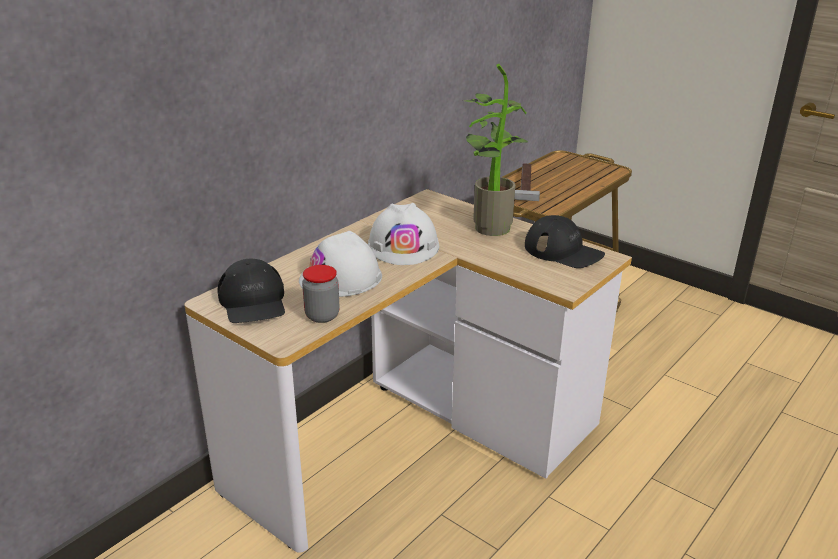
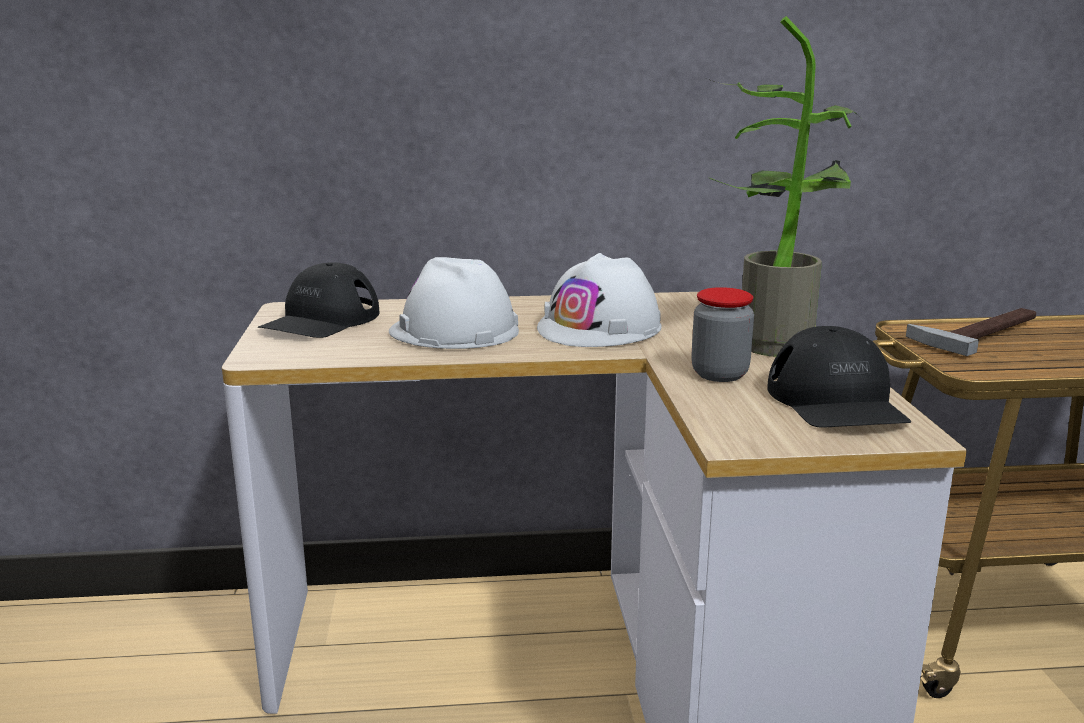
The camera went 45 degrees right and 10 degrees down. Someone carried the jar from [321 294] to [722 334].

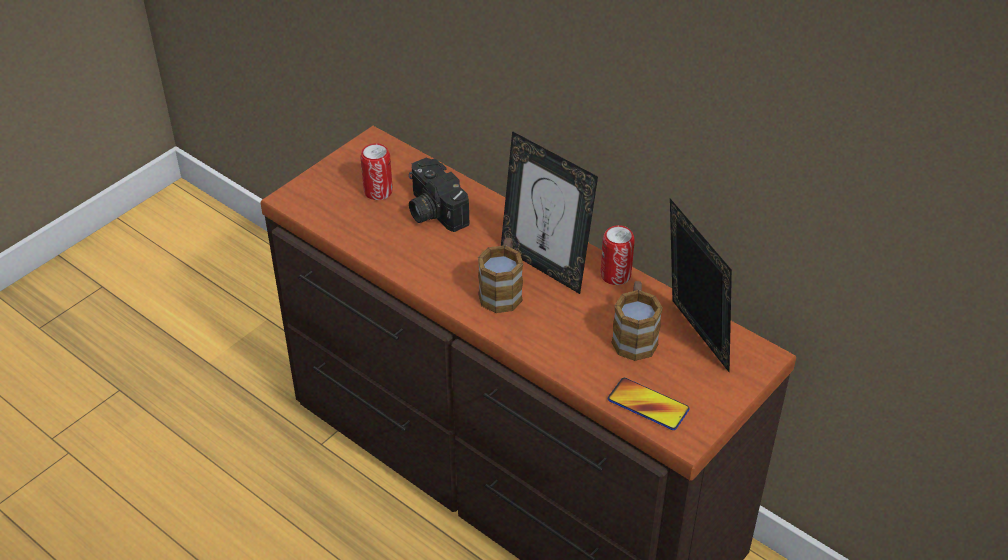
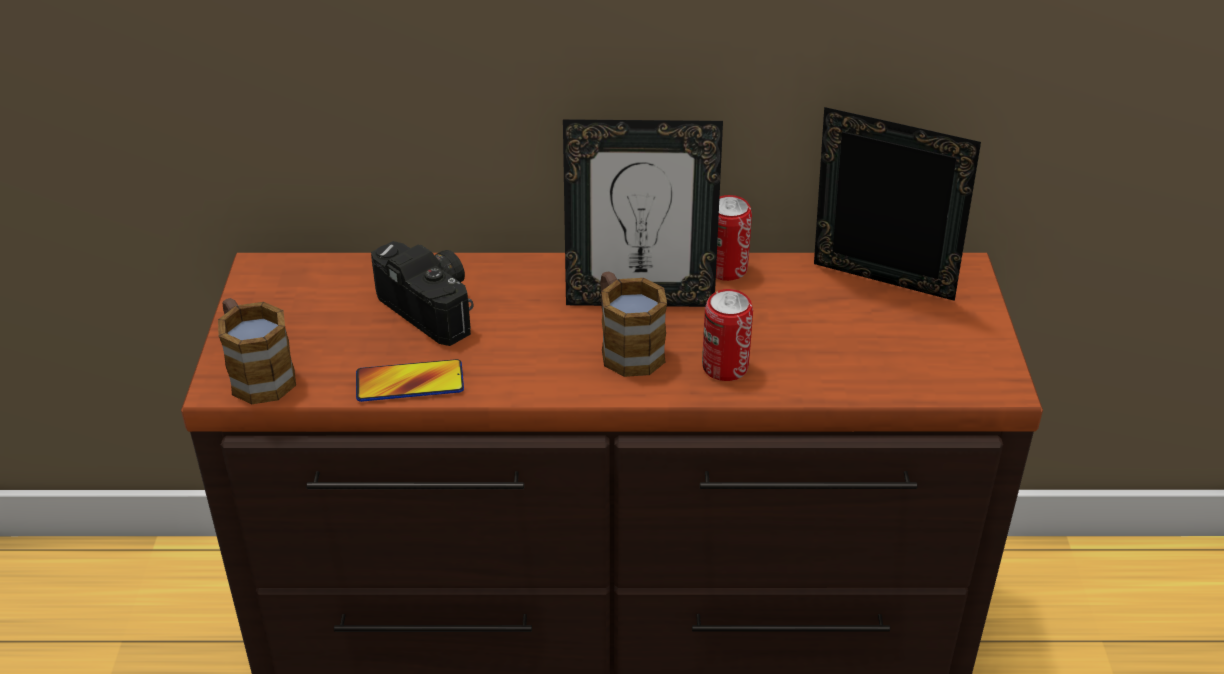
The camera went 40 degrees left and 5 degrees down. Someone carried the can from [376 171] to [727 335]. Someone carried the phone from [649 404] to [410 380]. Someone carried the mug from [637 321] to [257 351]. Someone rotated the photo camera at [439 195] by 150 degrees counterclockwise.

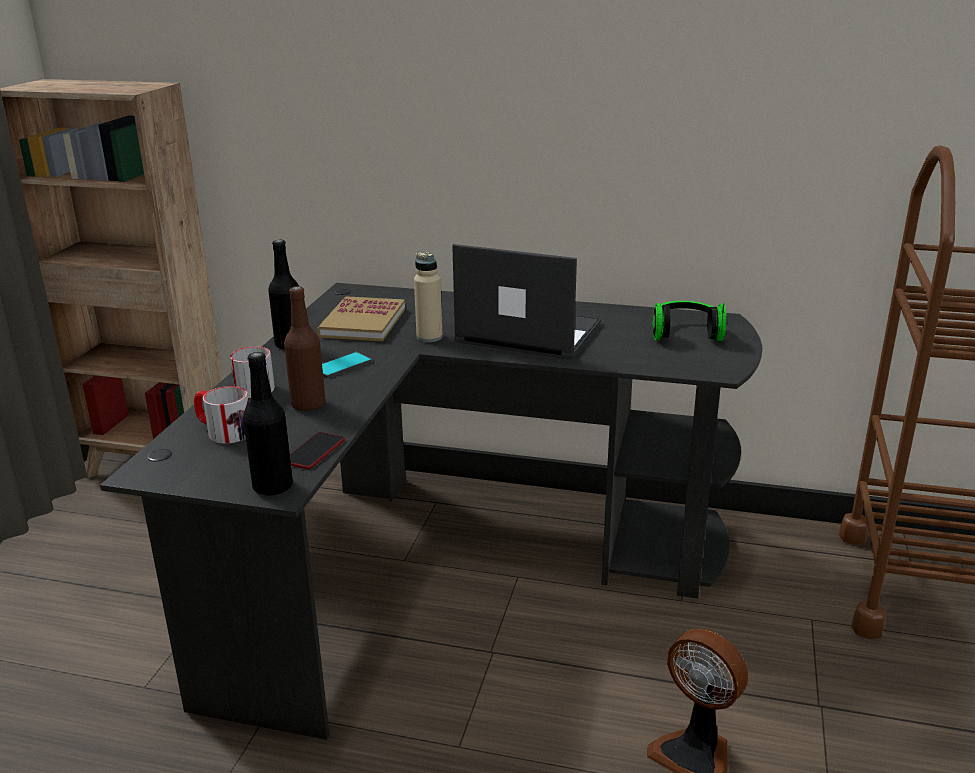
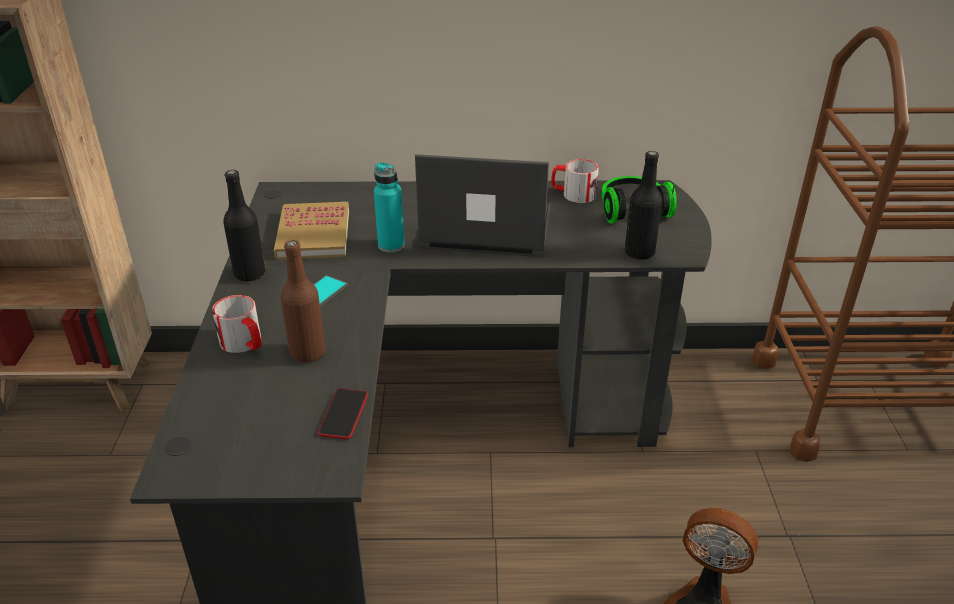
The camera went 15 degrees left and 10 degrees up. Someone carried the mug from [221 415] to [575 181]. Someone carried the black bottle from [268 424] to [643 205]. Someone repainted the beige bottle at [428 296], which became the turquoise bottle at [389 207].

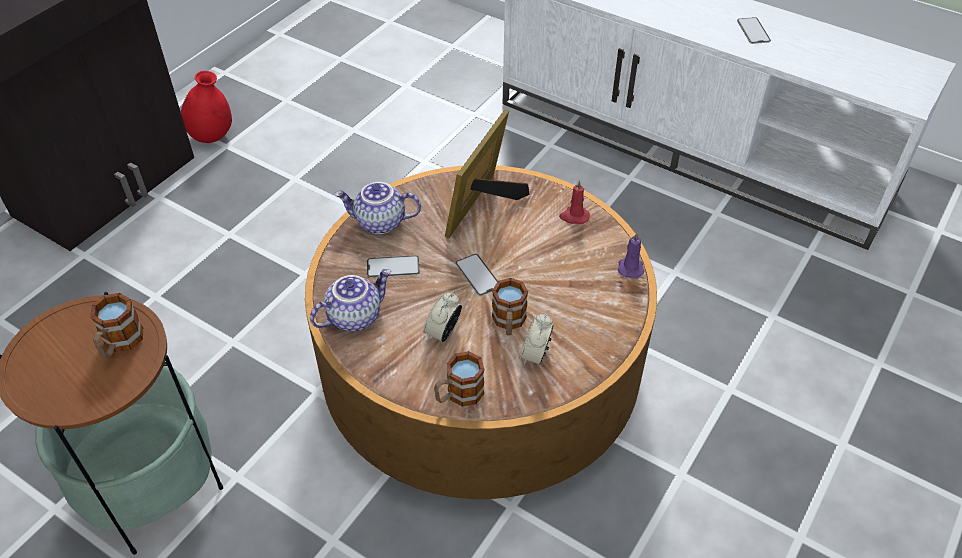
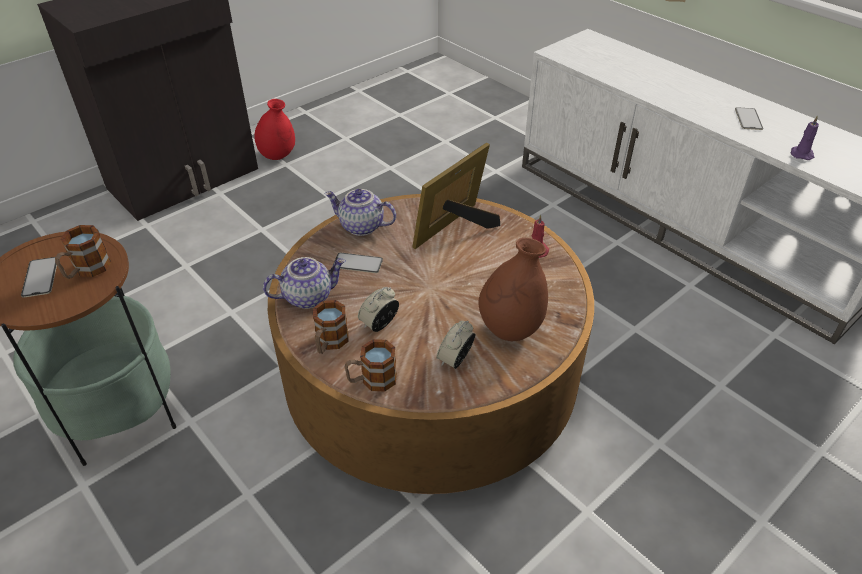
The camera went 15 degrees right and 5 degrees down. Someone put down the brown vase at [513 290]. Someone carried the phone from [476 275] to [39 277]. Someone carried the mug from [510 306] to [330 327]. Someone carried the purple candle from [631 255] to [805 138].

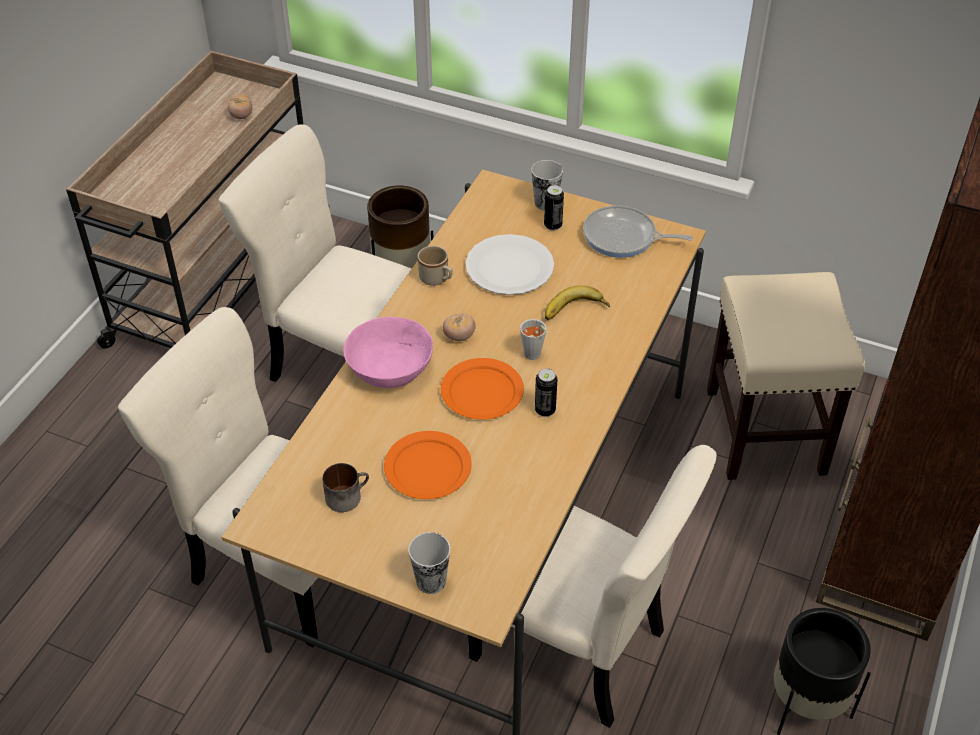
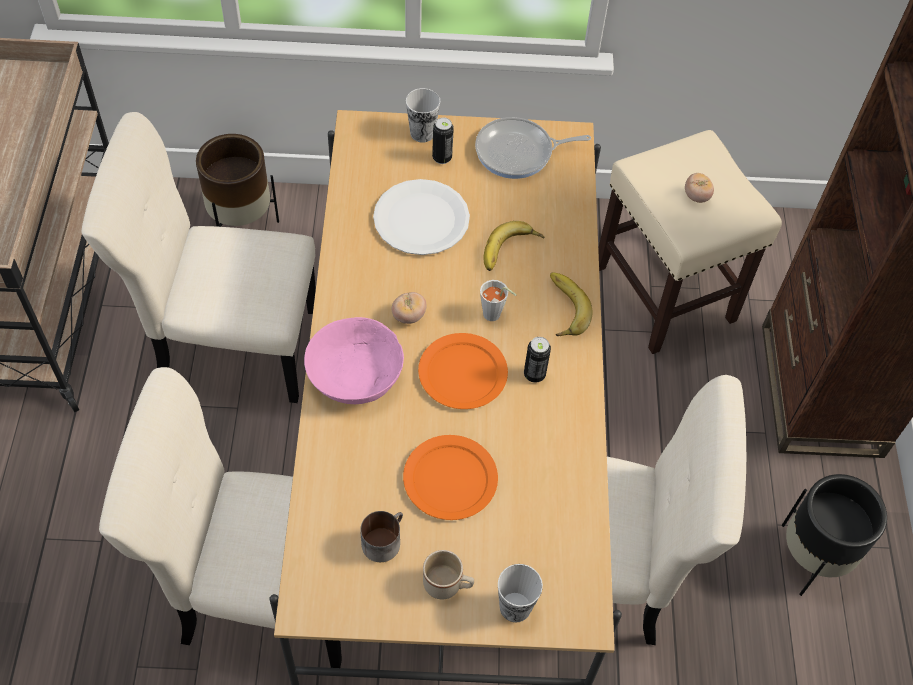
The camera went 25 degrees left and 10 degrees up. Someone put down the banana at [571 304]. Someone carried the tomato from [240 106] to [699 188]. Someone carried the beige mug from [435 266] to [448 575].

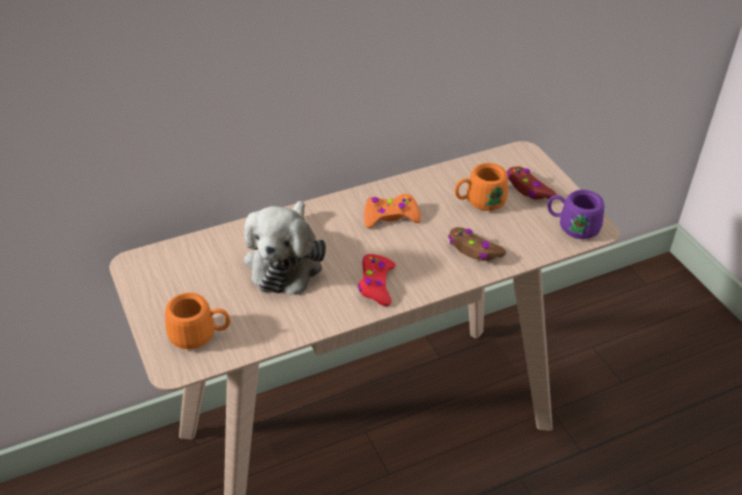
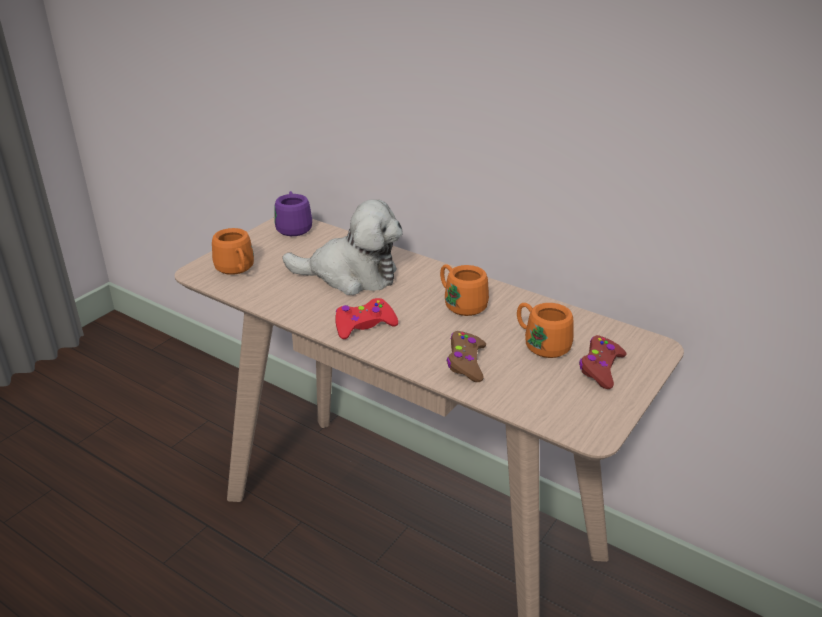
The camera went 60 degrees right and 10 degrees down. Someone carried the purple mug from [575 214] to [293 213]. Someone swapped the orange game controller at [392 211] for the orange mug at [464 290]. Someone rotated the plush toy at [285 248] by 150 degrees counterclockwise.

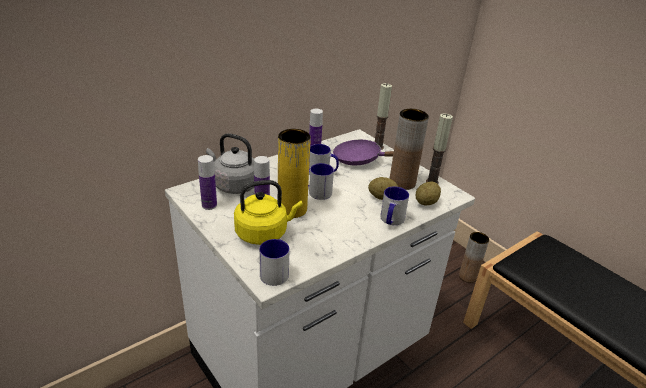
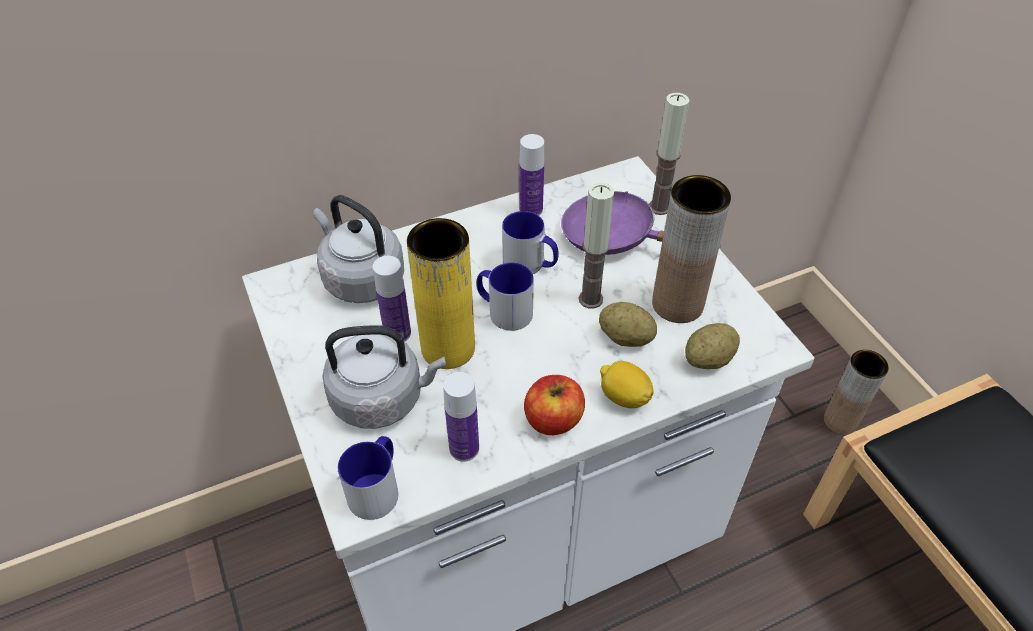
The camera went 15 degrees right and 15 degrees up. Someone put down the apple at [554 405]. Someone carried the bottle from [207 182] to [461 417]. Someone carried the candle from [439 148] to [596 246]. Someone swapped the mug at [394 206] for the lemon at [627 384]. Someone repainted the yellow kettle at [268 212], which became the grey kettle at [384 377].

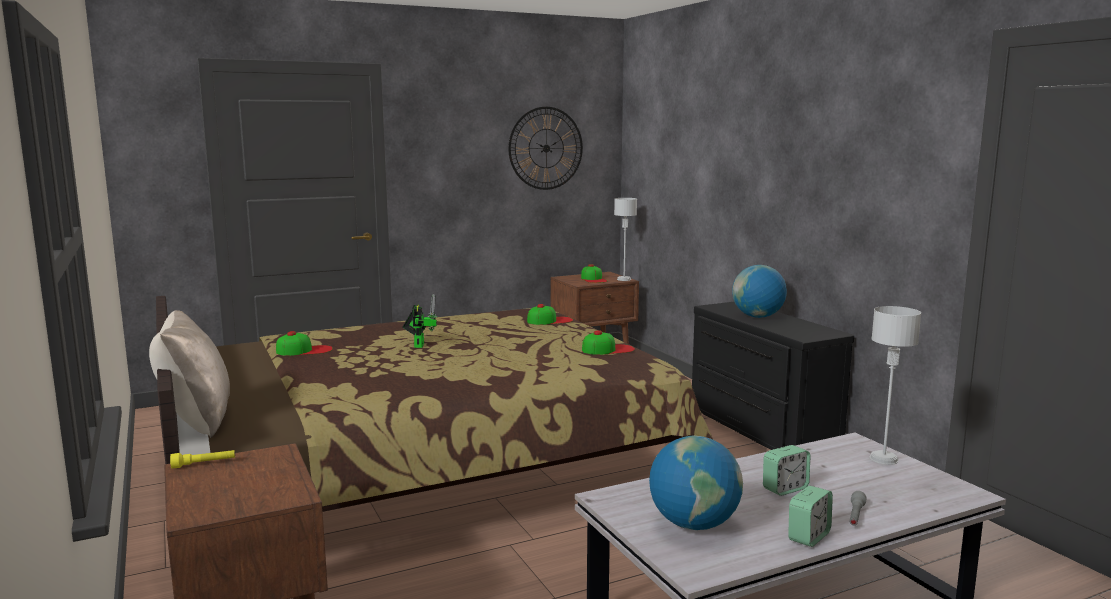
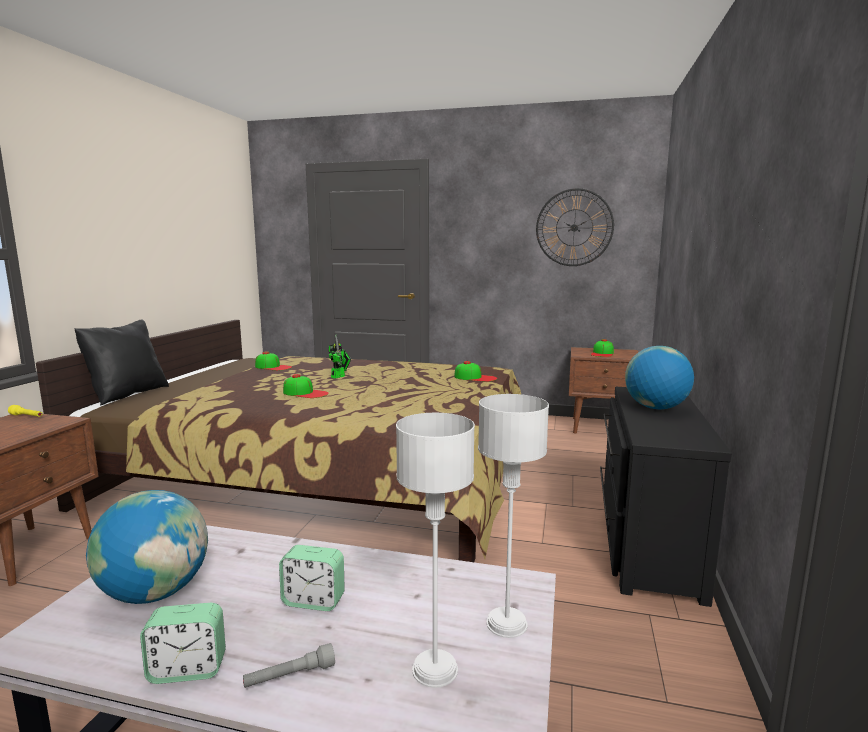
The camera went 40 degrees right and 0 degrees up. Someone carried the cap from [608 342] to [306 386]. Someone carried the grey table lamp from [625 239] to [435 550]. Someone repainted the beige pillow at [189 374], which became the black pillow at [121 363].

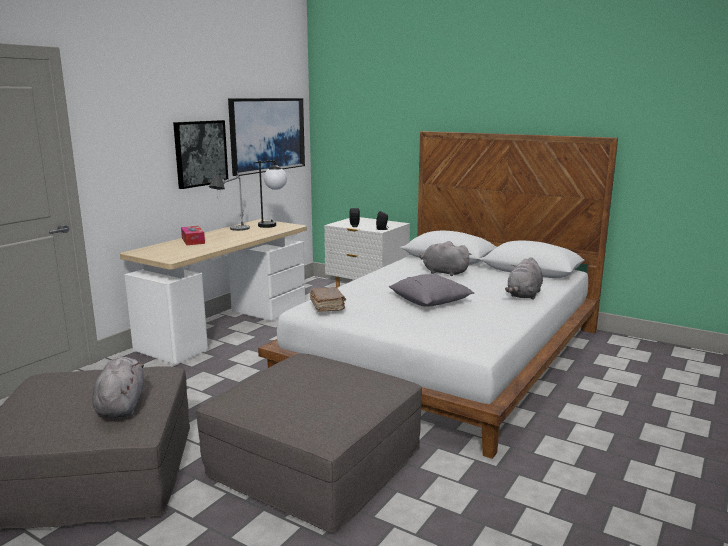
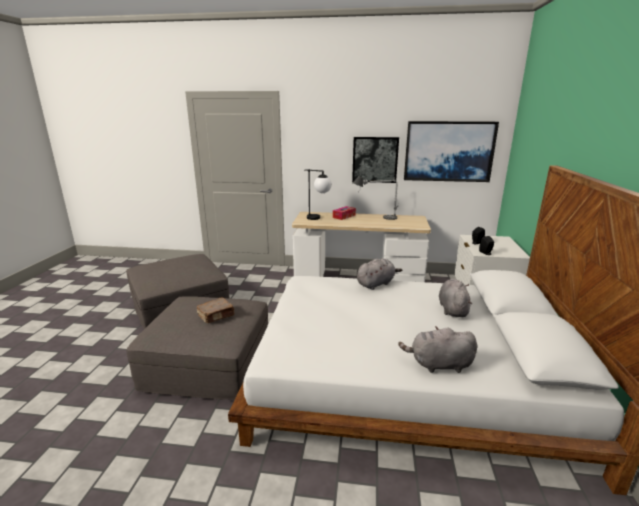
The camera went 65 degrees right and 5 degrees up. Someone took away the grey pillow at [431 290]. Someone carried the grey plush toy from [118 387] to [380 274]. Someone carried the table lamp from [270 194] to [318 194]. Someone carried the brown book from [328 299] to [215 310].

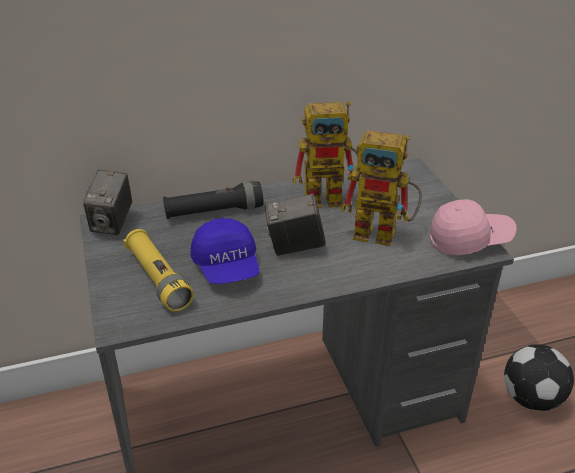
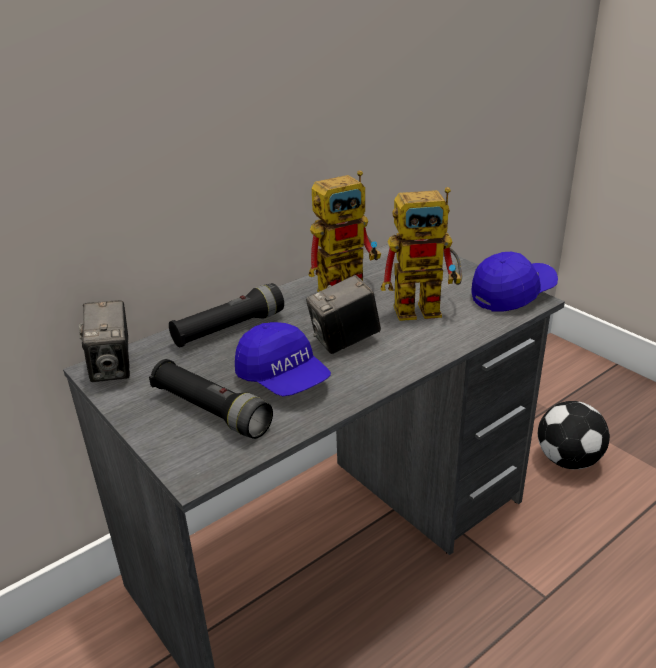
The camera went 20 degrees left and 5 degrees down. Someone repainted the yellow flashlight at [158 270], which became the black flashlight at [211 399]. Someone repainted the pink cap at [473 227], which became the blue cap at [514 282].

